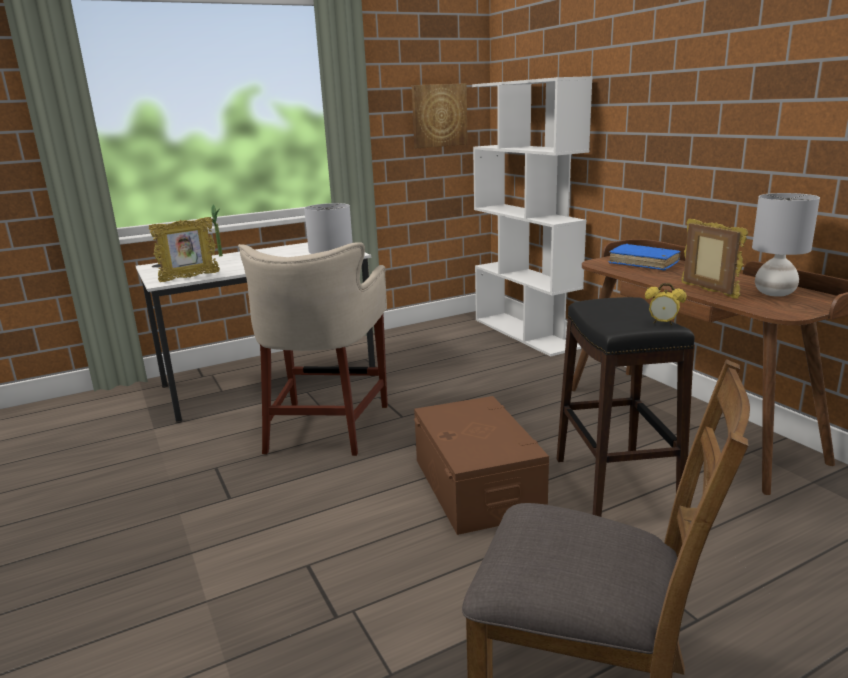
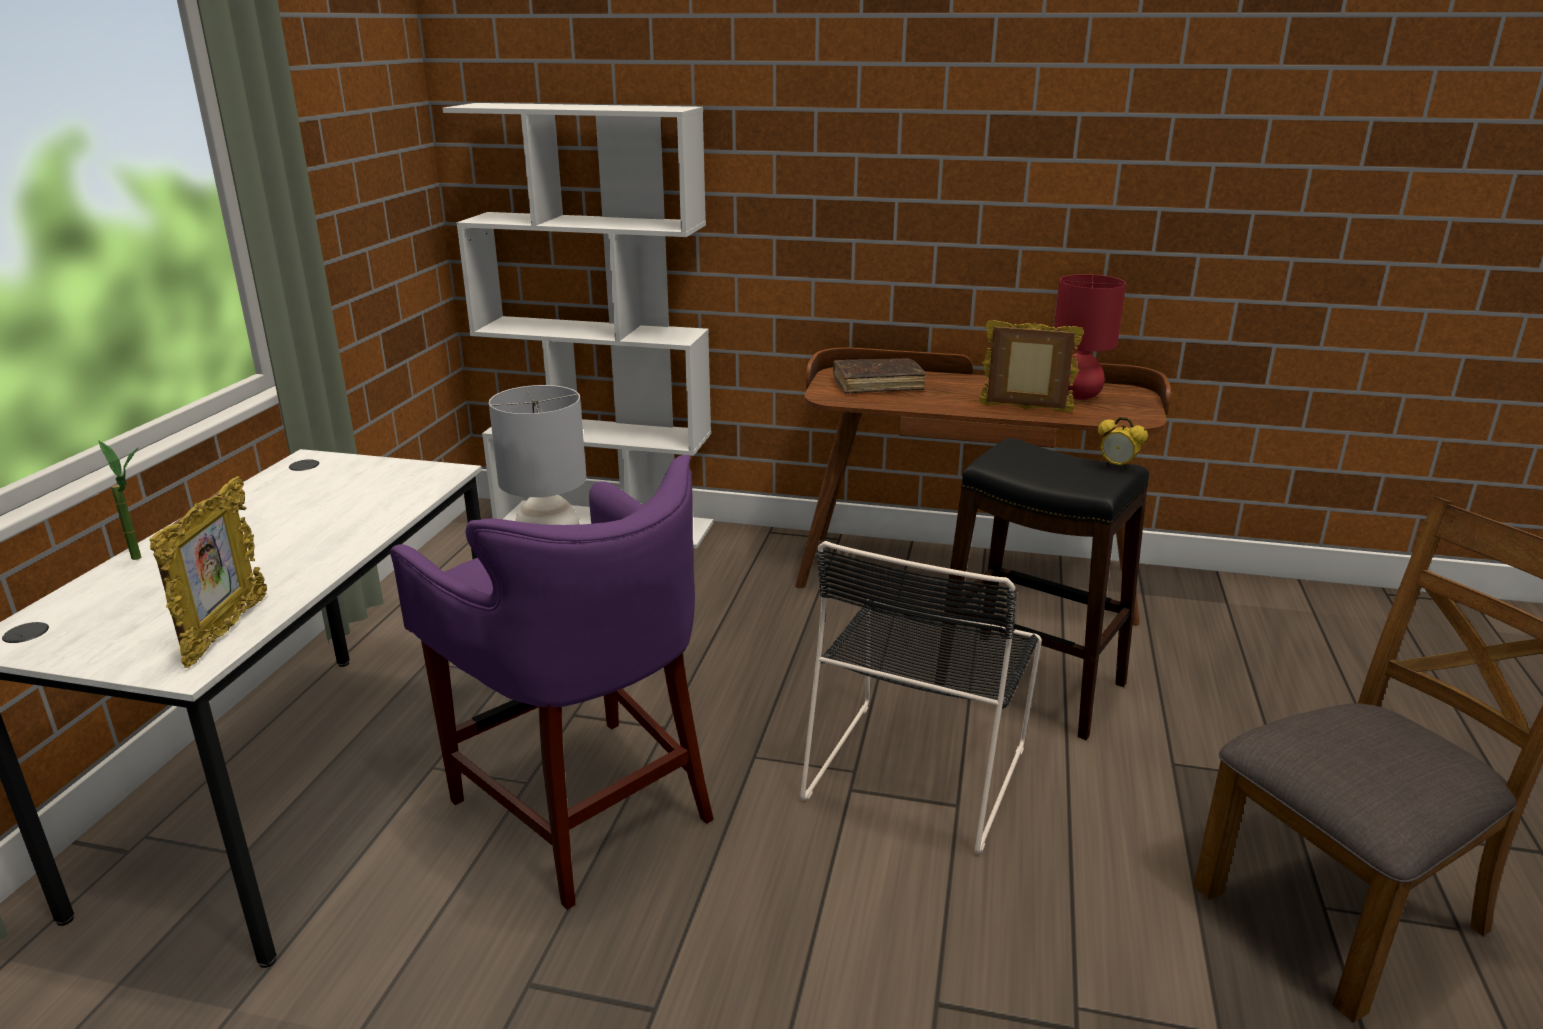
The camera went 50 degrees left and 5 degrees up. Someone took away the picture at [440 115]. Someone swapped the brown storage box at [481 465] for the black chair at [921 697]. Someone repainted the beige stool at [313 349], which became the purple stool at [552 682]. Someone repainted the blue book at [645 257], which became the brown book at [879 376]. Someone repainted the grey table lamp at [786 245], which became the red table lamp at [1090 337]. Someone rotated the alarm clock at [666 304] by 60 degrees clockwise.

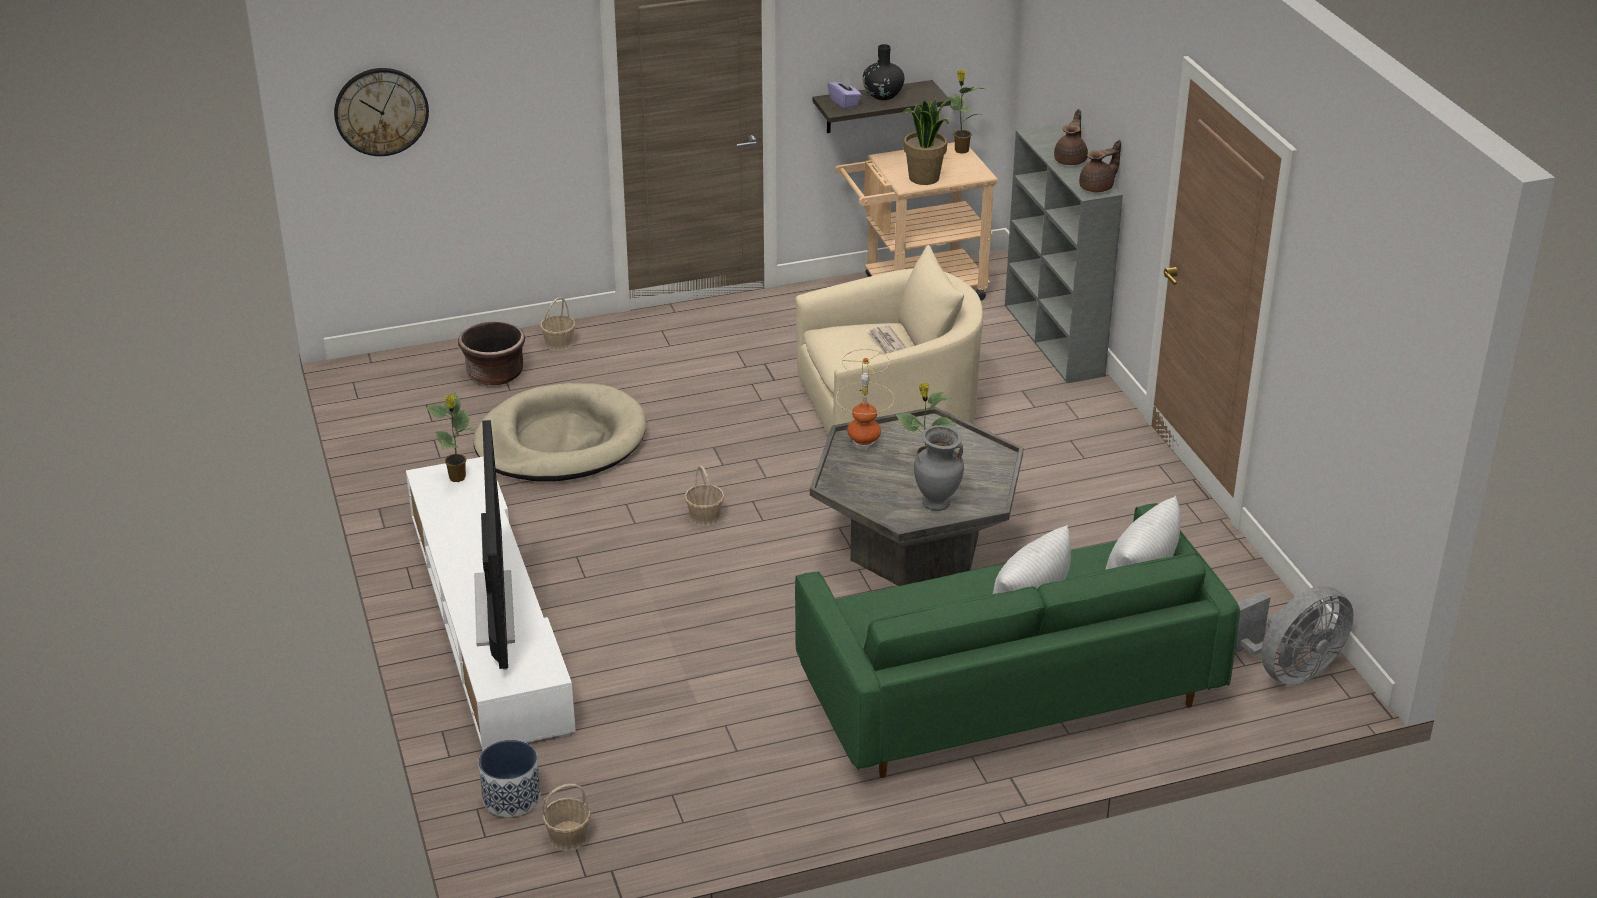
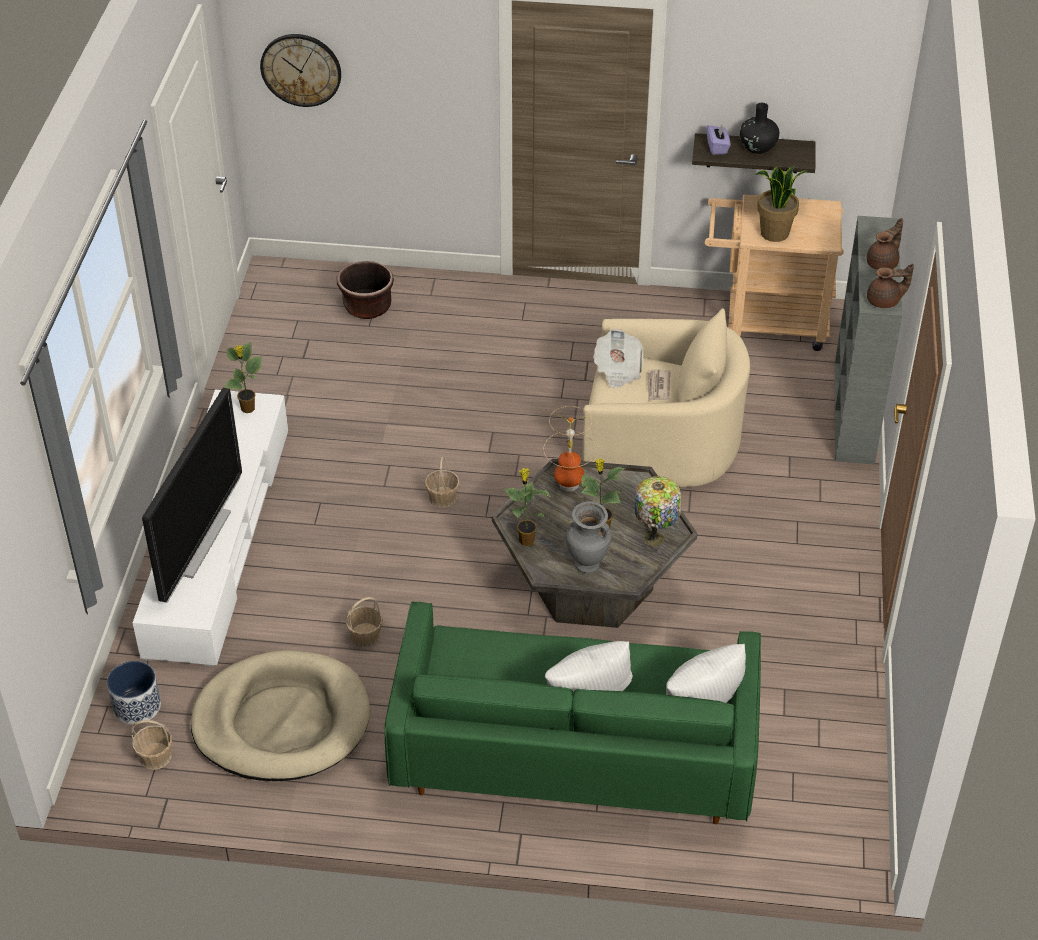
The camera went 25 degrees right and 10 degrees up. Someone took away the grey fan at [1294 635]. Someone put down the newspaper at [618 358]. Someone put down the table lamp at [658 511]. Someone carried the beige dog bed from [560 432] to [280 715]. Someone carried the basket from [557 324] to [364 622]. Someone carried the potted plant from [967 111] to [528 507].

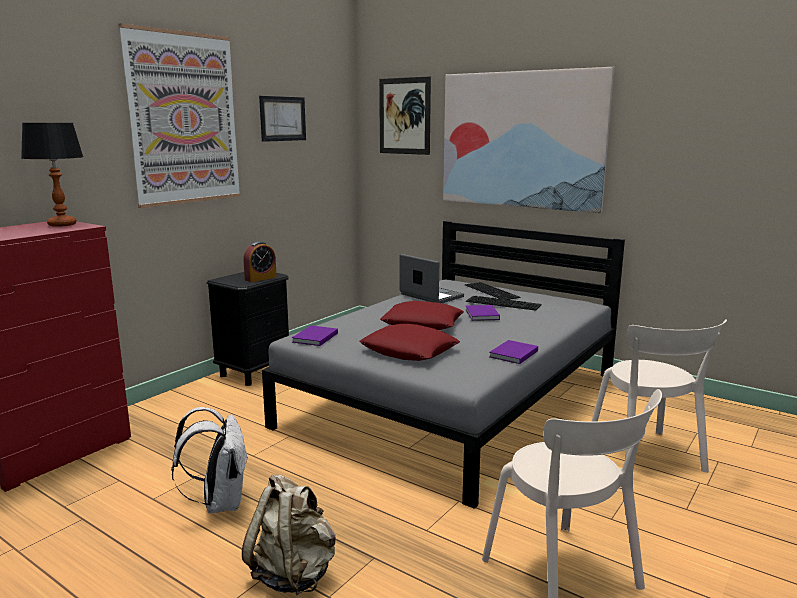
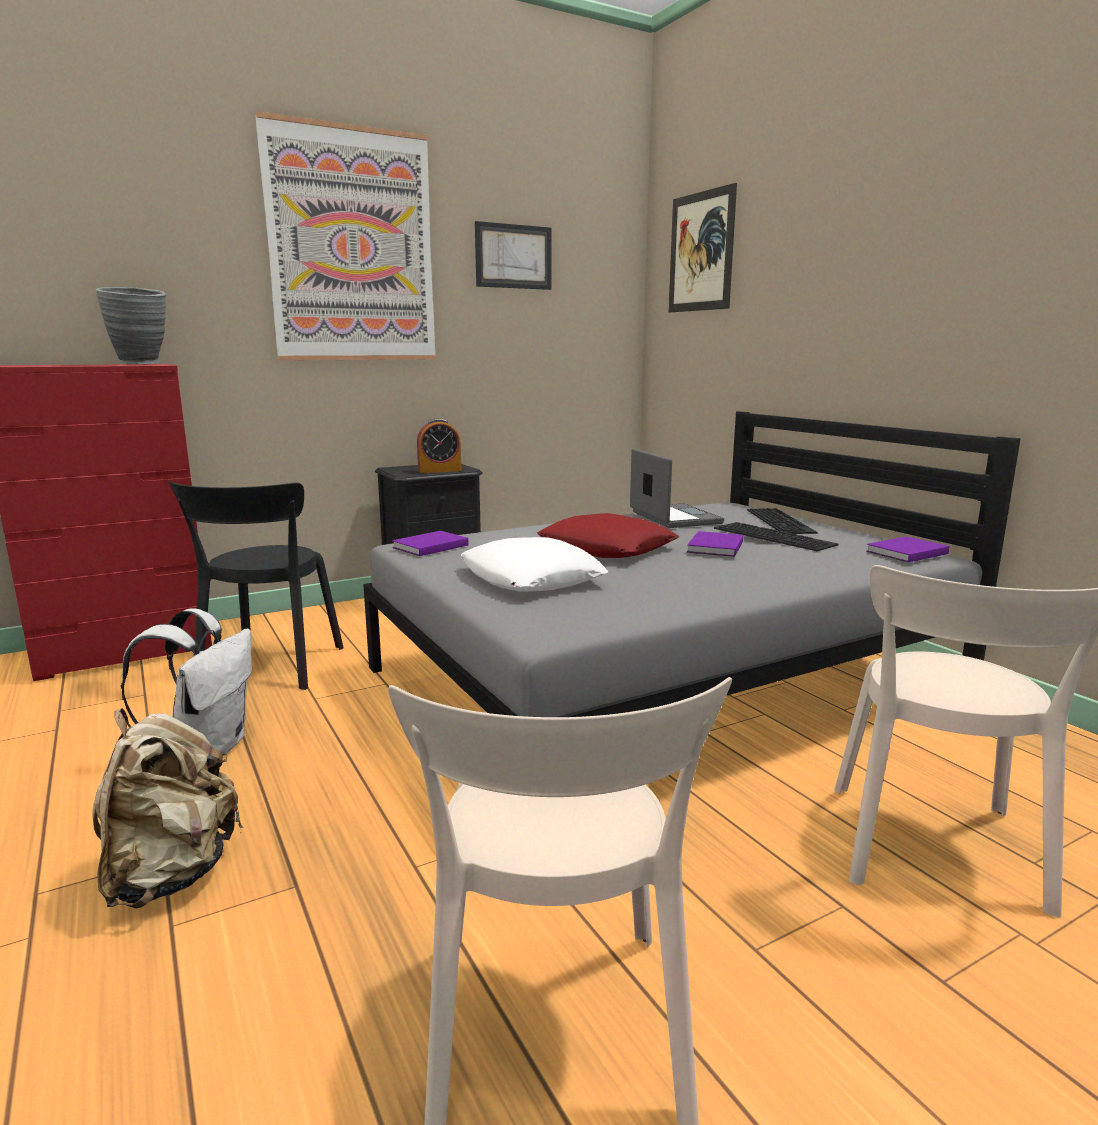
The camera went 25 degrees right and 0 degrees up. Someone took away the picture at [529 140]. Someone put down the black chair at [256 585]. Someone carried the purple book from [513 352] to [907 549]. Someone swapped the table lamp at [52 175] for the grey vase at [131 325]. Someone repainted the red pillow at [409 342], which became the white pillow at [534 564].

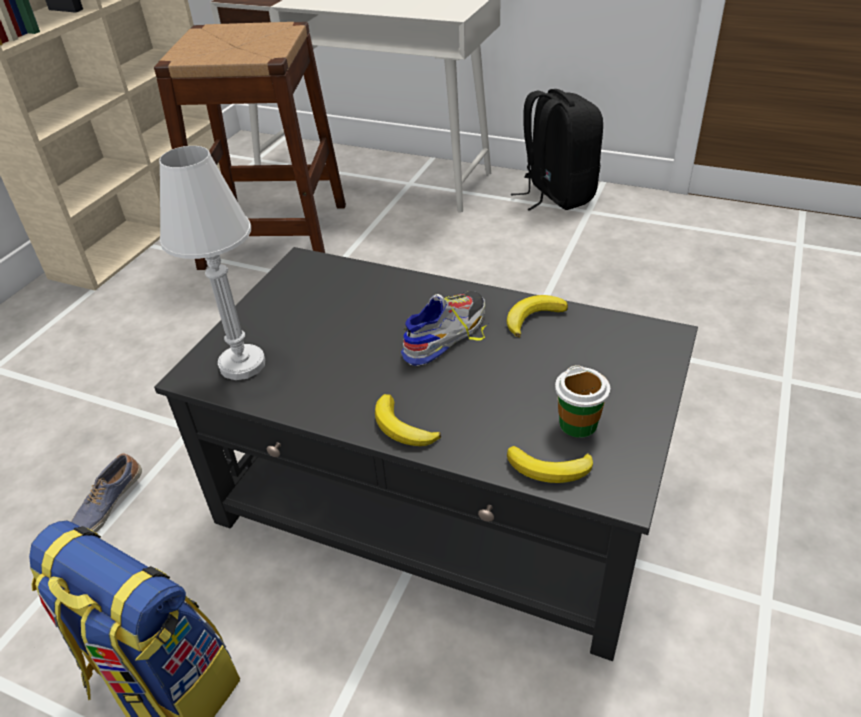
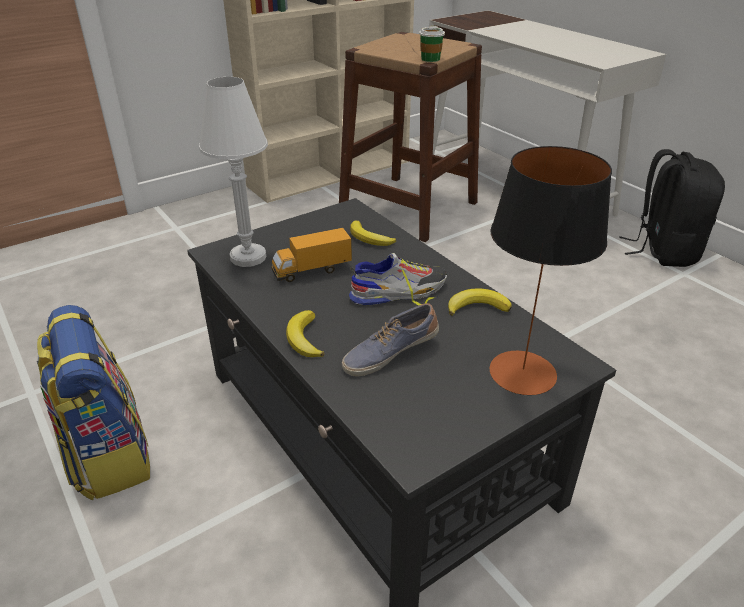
The camera went 30 degrees right and 5 degrees down. Someone put down the toy truck at [311 255]. Someone put down the table lamp at [551 270]. Someone carried the shoe from [106 492] to [390 339]. Someone carried the banana from [550 464] to [373 233]. Someone carried the cup from [582 401] to [432 43].

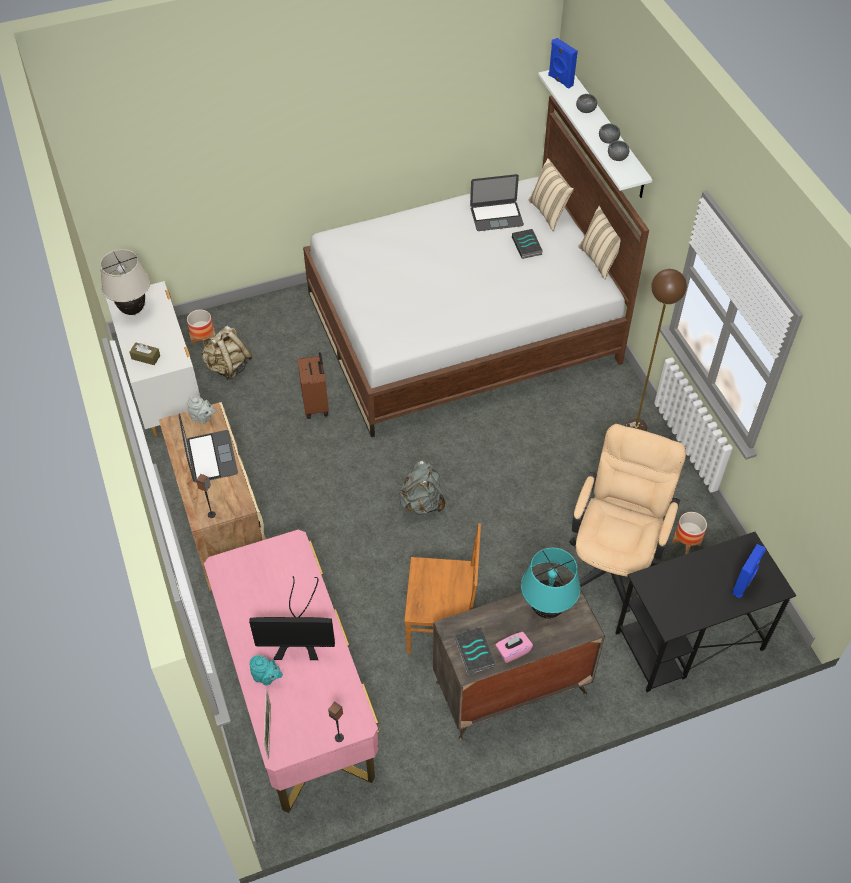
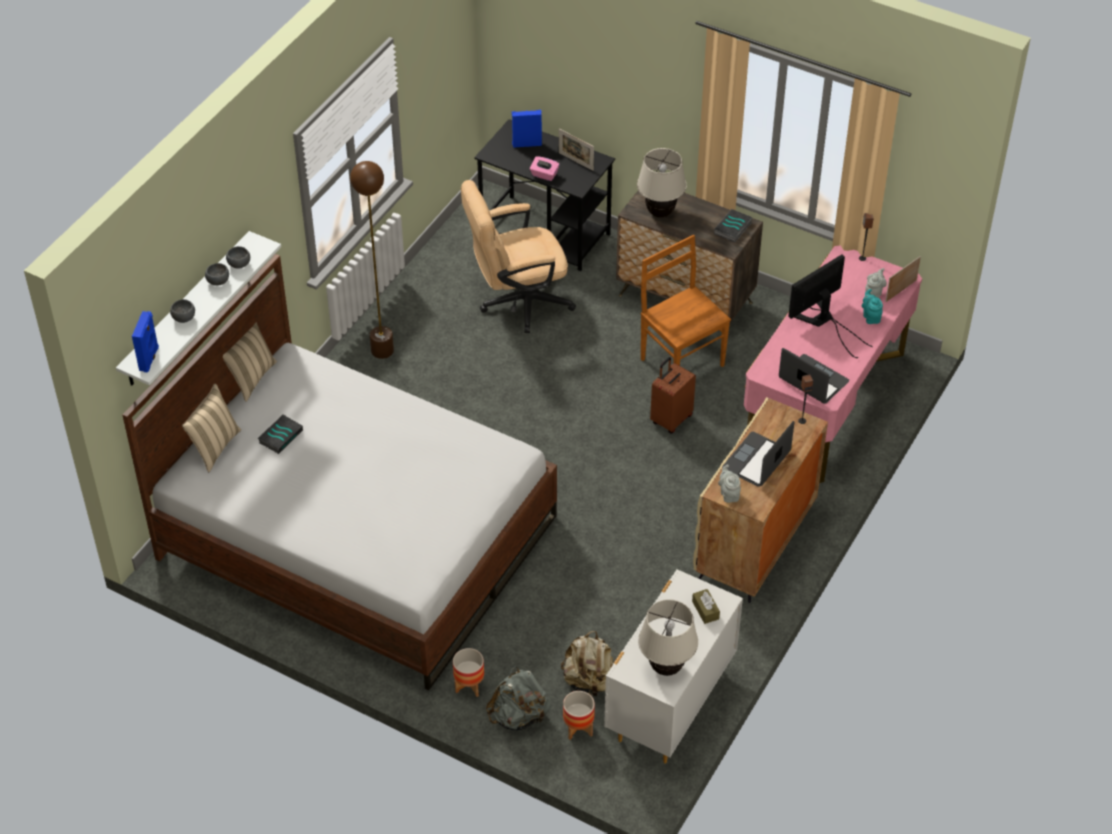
The camera went 130 degrees left and 5 degrees down. Someone put down the picture frame at [576 150]. Someone put down the grey teapot at [876 283]. Someone carried the brown suitcase from [313 385] to [673 395]. Someone carried the grey backpack from [422 487] to [518 698]. Someone carried the laptop from [497 202] to [814 376]. Someone carried the pink tissue box from [514 647] to [545 169]. Someone carried the planter from [689 533] to [468 672]. Someone repainted the turquoise table lamp at [550 583], which became the beige table lamp at [662 183]. Someone rotated the monitor at [292 618] by 90 degrees counterclockwise.

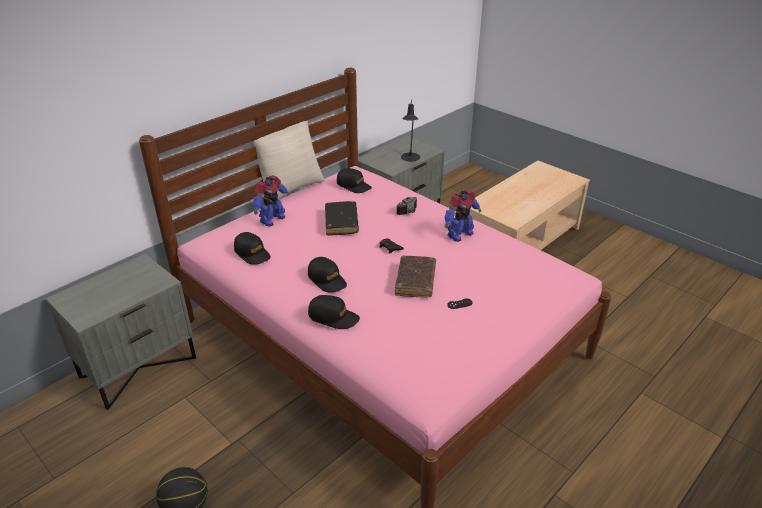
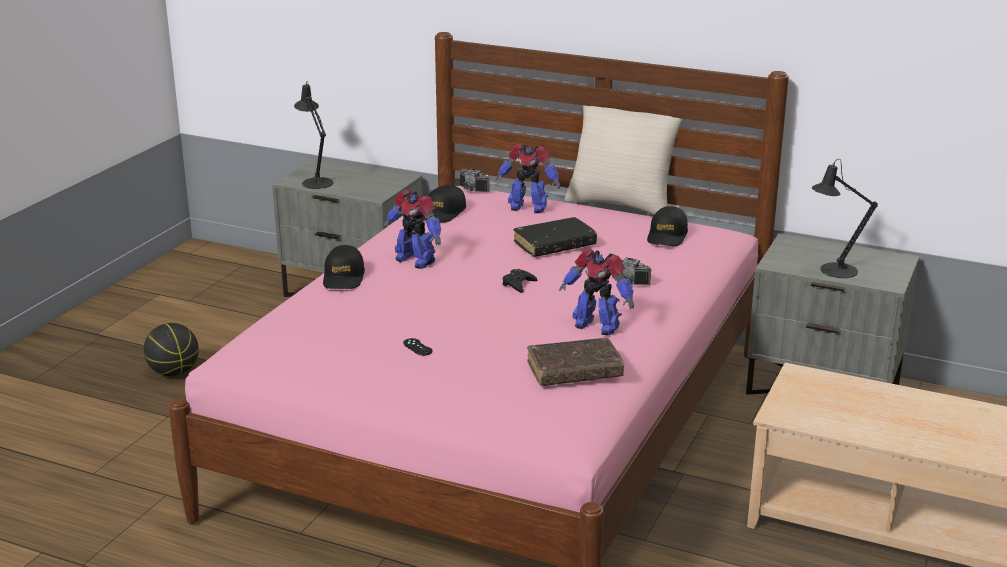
The camera went 70 degrees right and 10 degrees down. Someone put down the black table lamp at [314 135]. Someone put down the photo camera at [475 180]. Someone carried the brown book from [415 277] to [575 362]. Someone swapped the black cap at [327 275] for the toy robot at [412 229].

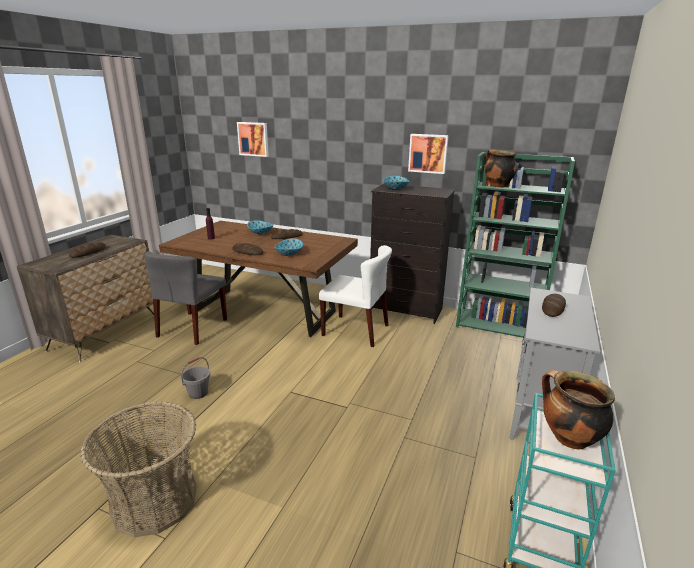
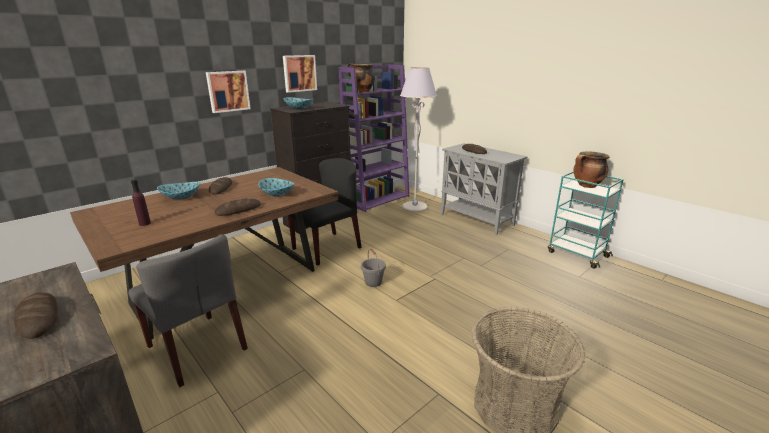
The camera went 65 degrees left and 0 degrees up. Someone put down the grey floor lamp at [418 139]. Someone carried the grey bucket from [195 378] to [373 268]. Someone carried the picture from [253 139] to [228 92]. Someone repainted the white chair at [355 296], which became the black chair at [325 212]. Someone repainted the green bookcase at [515 245], which became the purple bookcase at [373 138].

